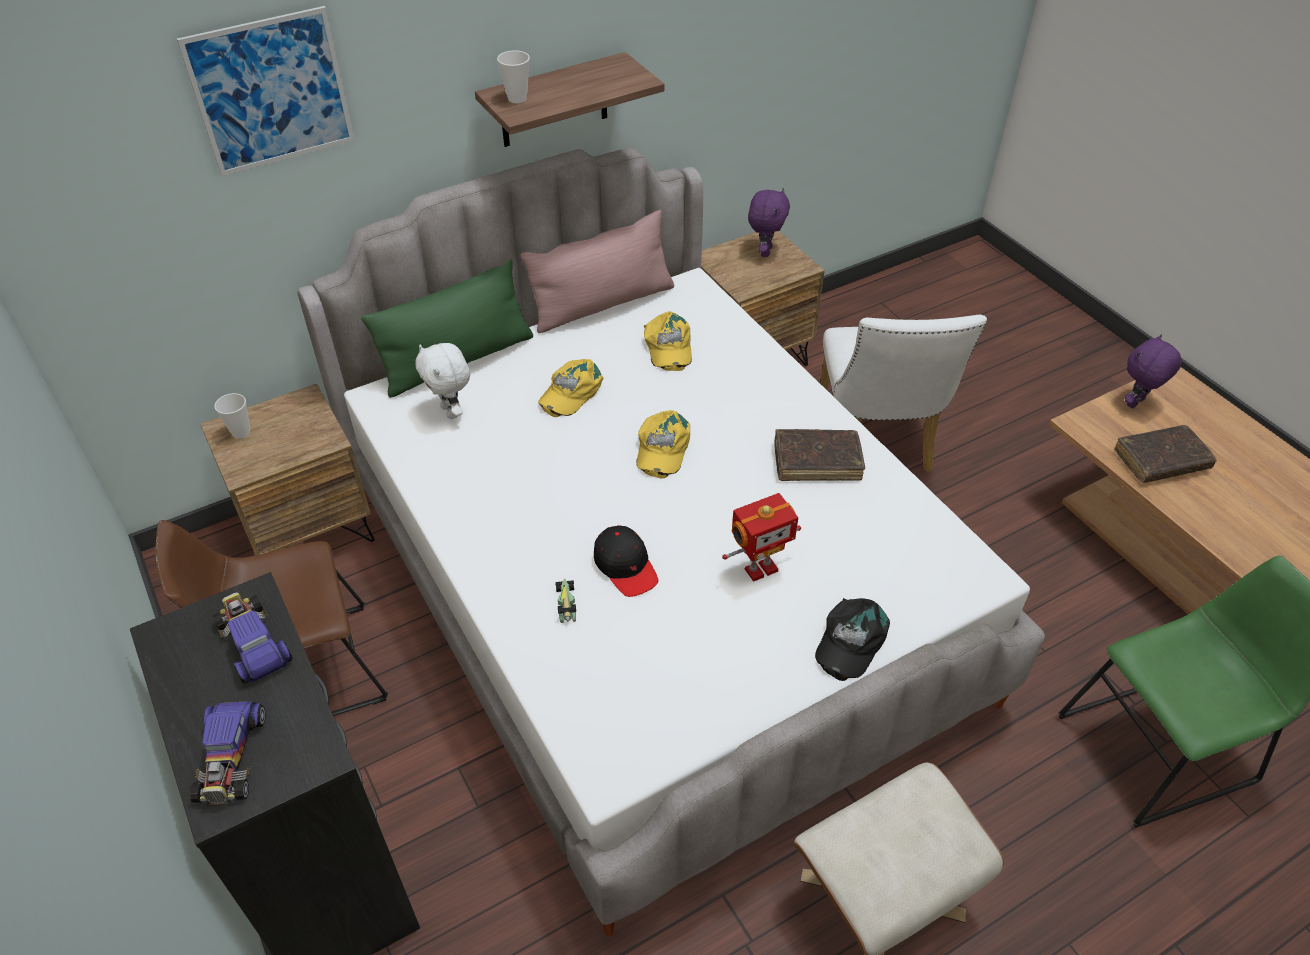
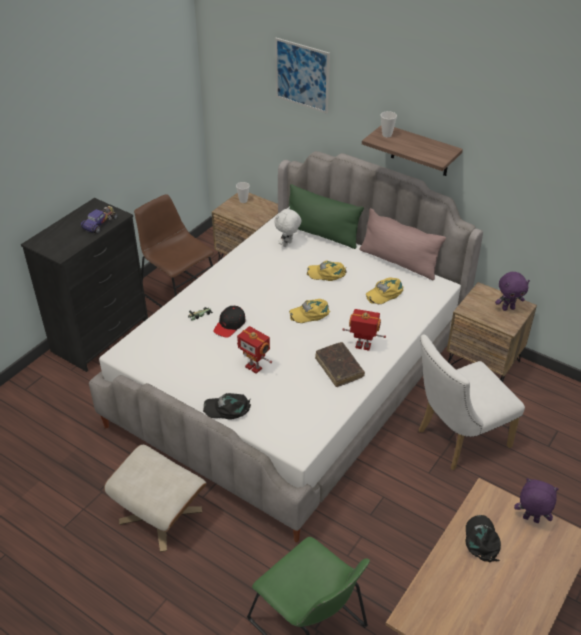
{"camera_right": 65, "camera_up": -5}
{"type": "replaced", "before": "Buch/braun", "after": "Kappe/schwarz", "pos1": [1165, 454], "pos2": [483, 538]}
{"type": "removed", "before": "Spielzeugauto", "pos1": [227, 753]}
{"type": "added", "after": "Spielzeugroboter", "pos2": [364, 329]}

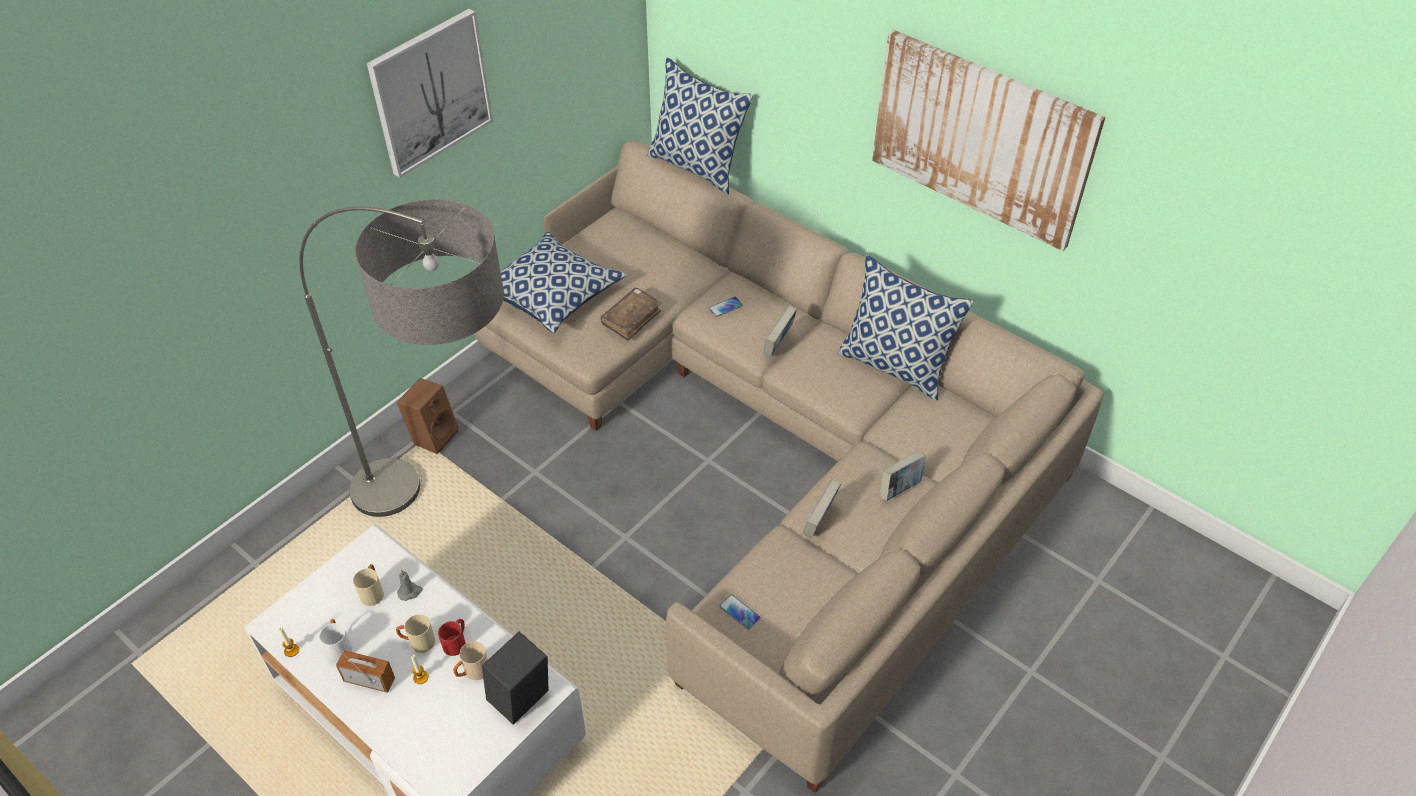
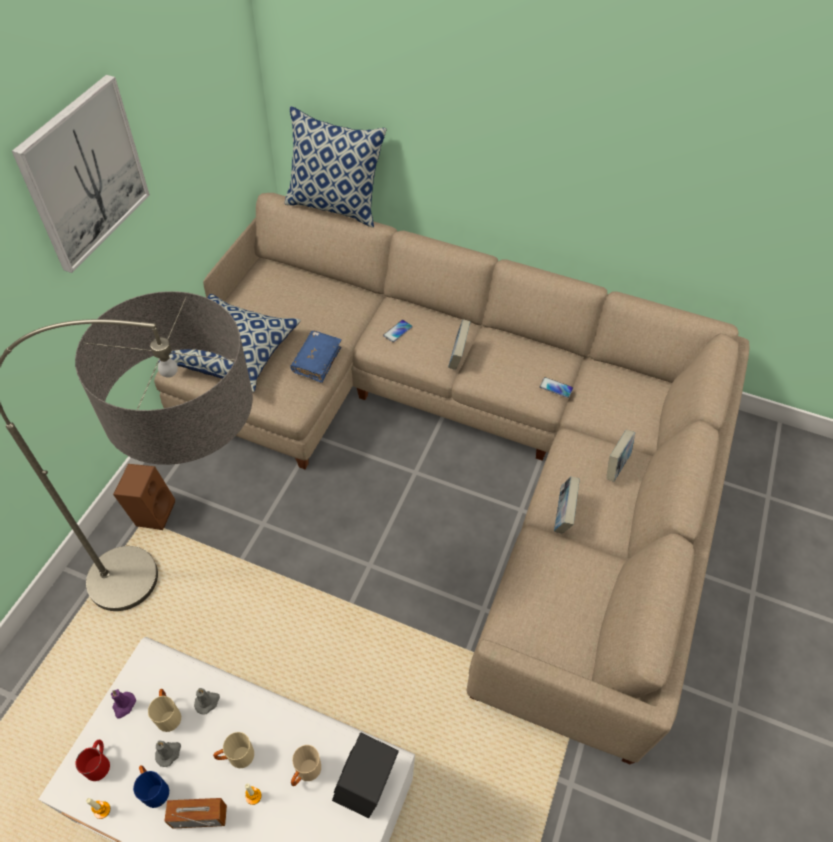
{"camera_right": -20, "camera_up": 5}
{"type": "removed", "before": "Bild", "pos1": [989, 140]}
{"type": "removed", "before": "Kissen", "pos1": [906, 328]}
{"type": "recoloured", "before": "Buch/braun", "after": "Buch/blau", "pos1": [631, 314], "pos2": [315, 357]}
{"type": "moved", "before": "Handy", "pos1": [740, 612], "pos2": [556, 387]}
{"type": "recoloured", "before": "Henkelbecher/weiß", "after": "Henkelbecher/blau", "pos1": [335, 640], "pos2": [151, 786]}
{"type": "moved", "before": "Henkelbecher/rot", "pos1": [452, 637], "pos2": [92, 760]}
{"type": "added", "after": "Kerze/lila", "pos2": [123, 703]}
{"type": "added", "after": "Kerze/grau", "pos2": [168, 754]}

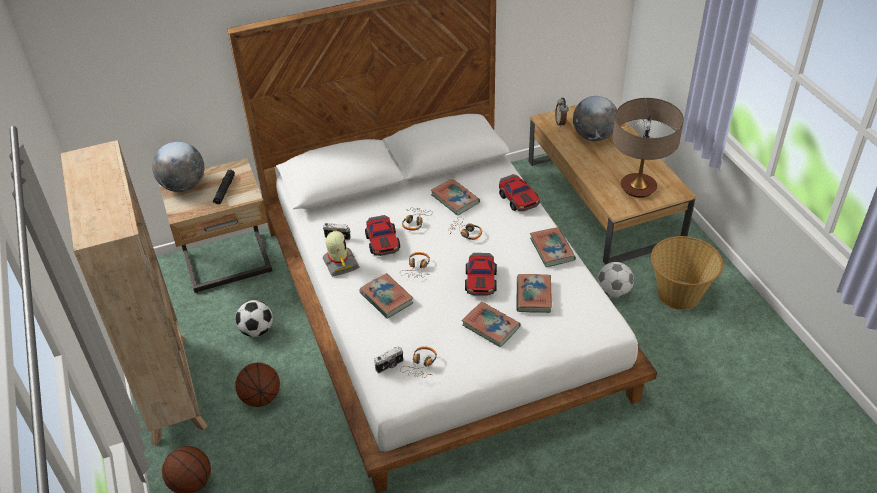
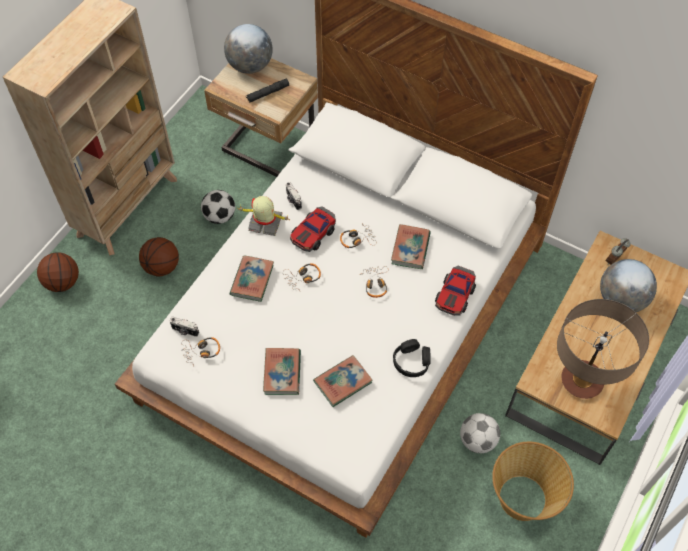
{"camera_right": 50, "camera_up": 15}
{"type": "replaced", "before": "Buch", "after": "Kopfhörer/schwarz", "pos1": [553, 247], "pos2": [412, 358]}
{"type": "turned", "before": "Spielzeugroboter", "pos1": [341, 254], "pos2": [263, 216], "turn": -105}
{"type": "removed", "before": "Spielzeugauto", "pos1": [481, 274]}

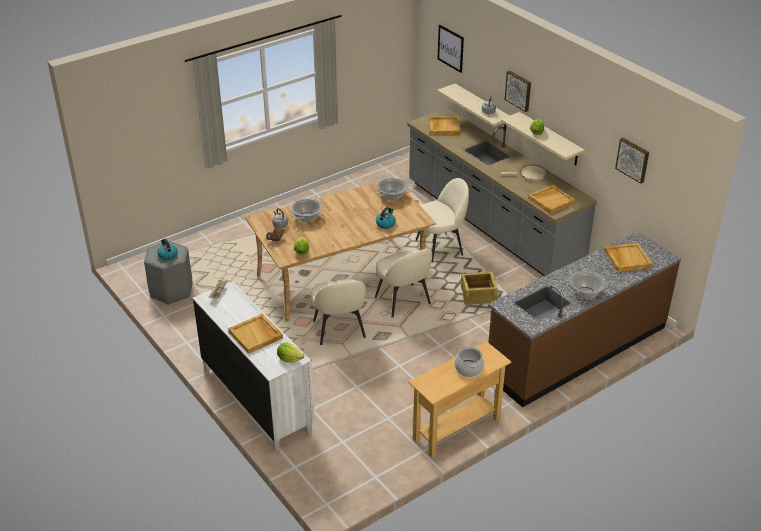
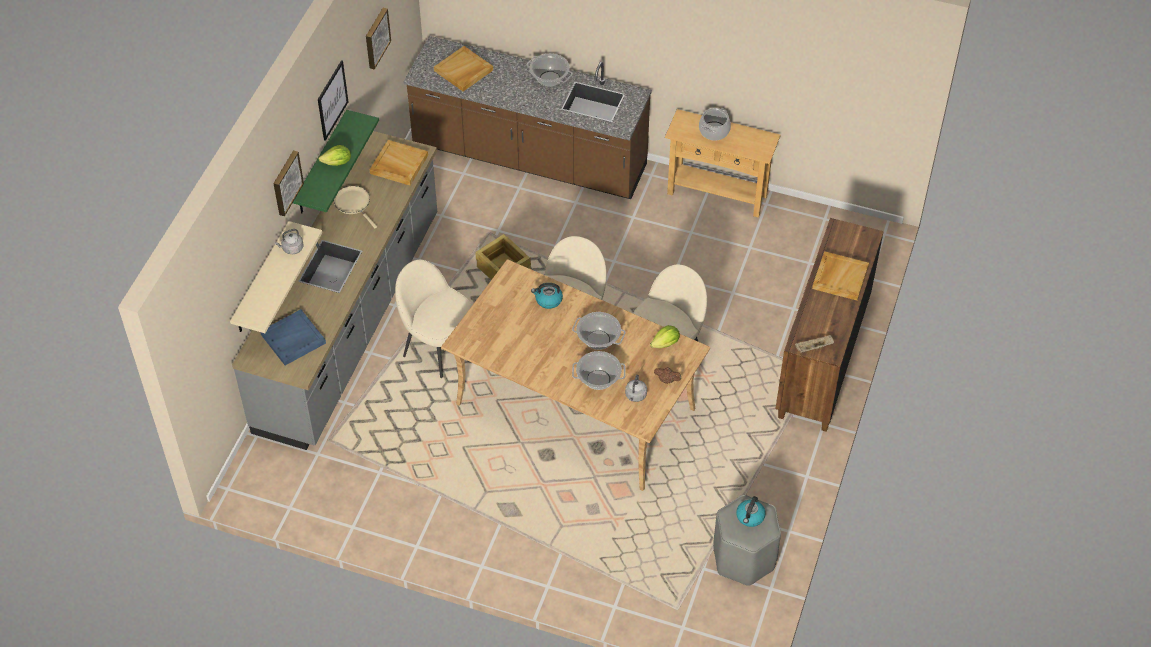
{"camera_right": -125, "camera_up": 15}
{"type": "moved", "before": "Bild", "pos1": [451, 49], "pos2": [333, 100]}
{"type": "recoloured", "before": "Wandregal/beige", "after": "Wandregal/grün", "pos1": [543, 139], "pos2": [336, 161]}
{"type": "recoloured", "before": "Tablett/beige", "after": "Tablett/blau", "pos1": [445, 125], "pos2": [293, 337]}
{"type": "moved", "before": "Kochtopf", "pos1": [392, 189], "pos2": [599, 331]}
{"type": "recoloured", "before": "Kommode/weiß", "after": "Kommode/braun", "pos1": [254, 366], "pos2": [829, 325]}
{"type": "removed", "before": "Salatkopf", "pos1": [290, 352]}

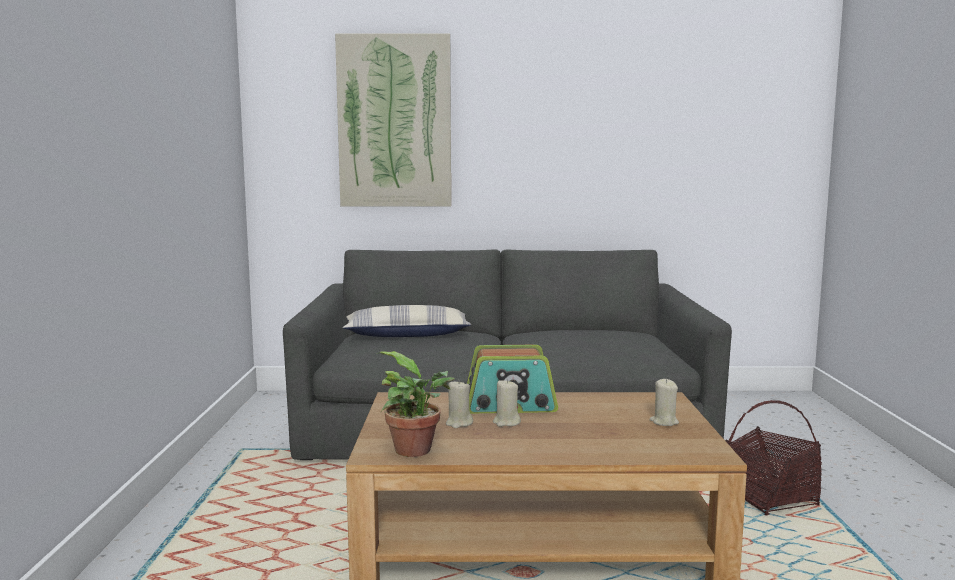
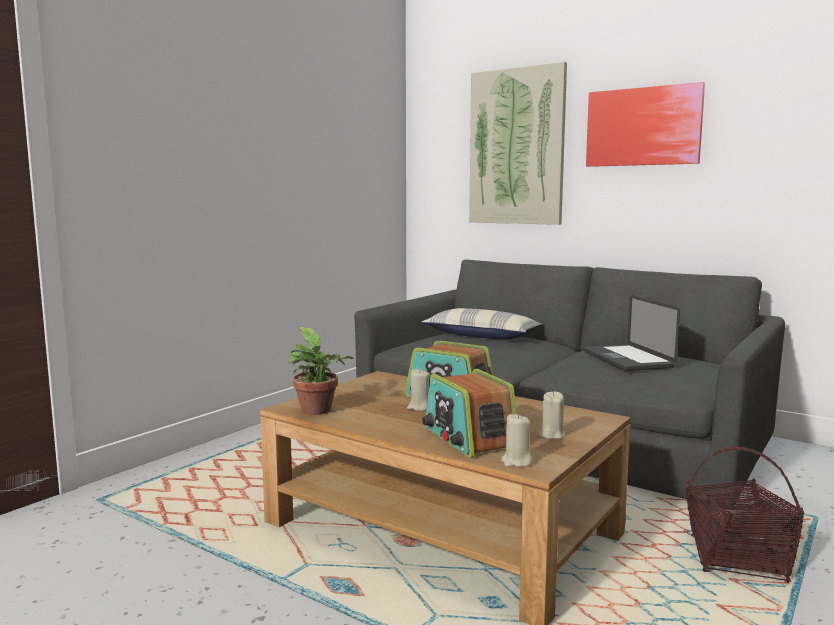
{"camera_right": 35, "camera_up": 0}
{"type": "moved", "before": "Kerze/beige", "pos1": [459, 404], "pos2": [517, 440]}
{"type": "added", "after": "Bild", "pos2": [645, 124]}
{"type": "added", "after": "Laptop", "pos2": [631, 333]}
{"type": "added", "after": "Radio", "pos2": [469, 413]}

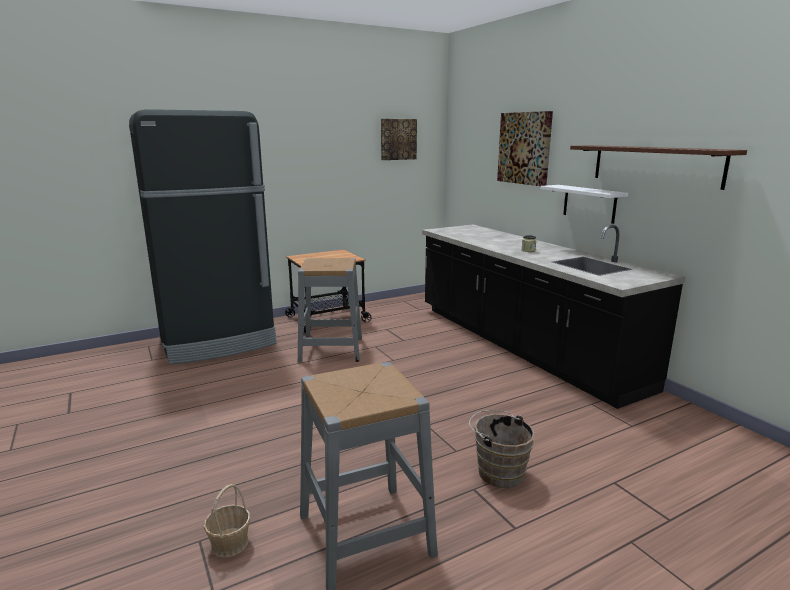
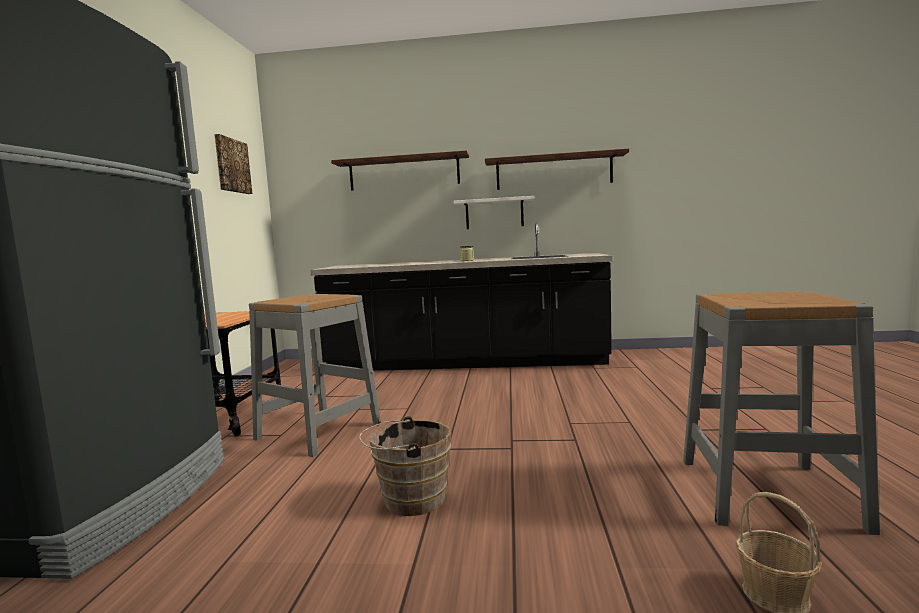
{"camera_right": -55, "camera_up": -10}
{"type": "replaced", "before": "Bild", "after": "Wandregal", "pos1": [525, 148], "pos2": [400, 170]}
{"type": "moved", "before": "Eimer/braun", "pos1": [502, 449], "pos2": [405, 466]}

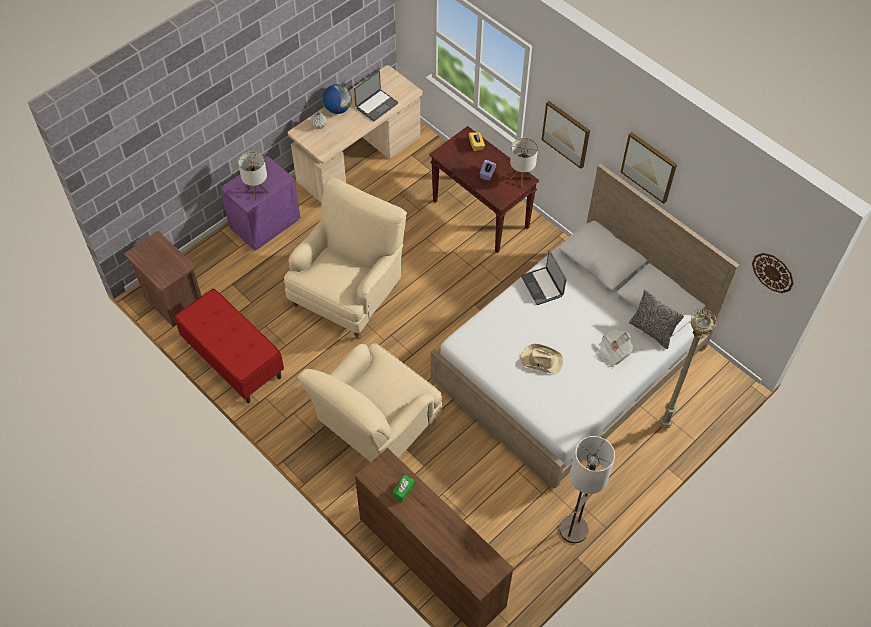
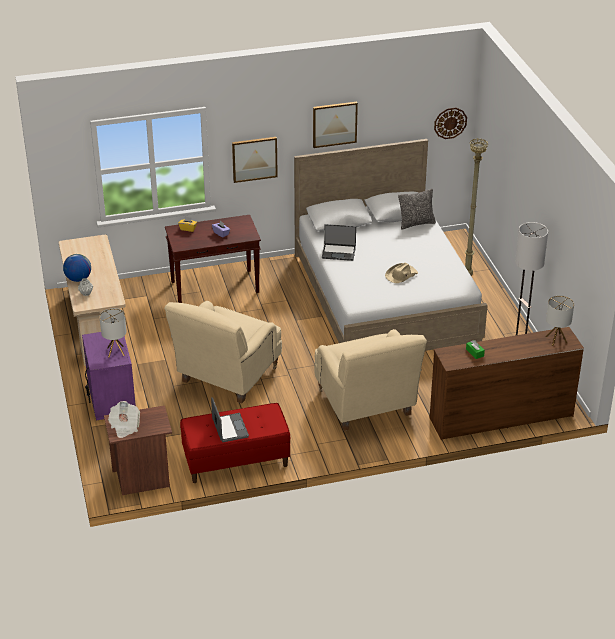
{"camera_right": -60, "camera_up": -20}
{"type": "moved", "before": "Laptop", "pos1": [376, 96], "pos2": [230, 419]}
{"type": "moved", "before": "Tischlampe", "pos1": [524, 163], "pos2": [559, 320]}
{"type": "turned", "before": "Sessel/beige", "pos1": [345, 258], "pos2": [223, 352], "turn": -120}
{"type": "moved", "before": "Zeitung", "pos1": [614, 348], "pos2": [124, 419]}

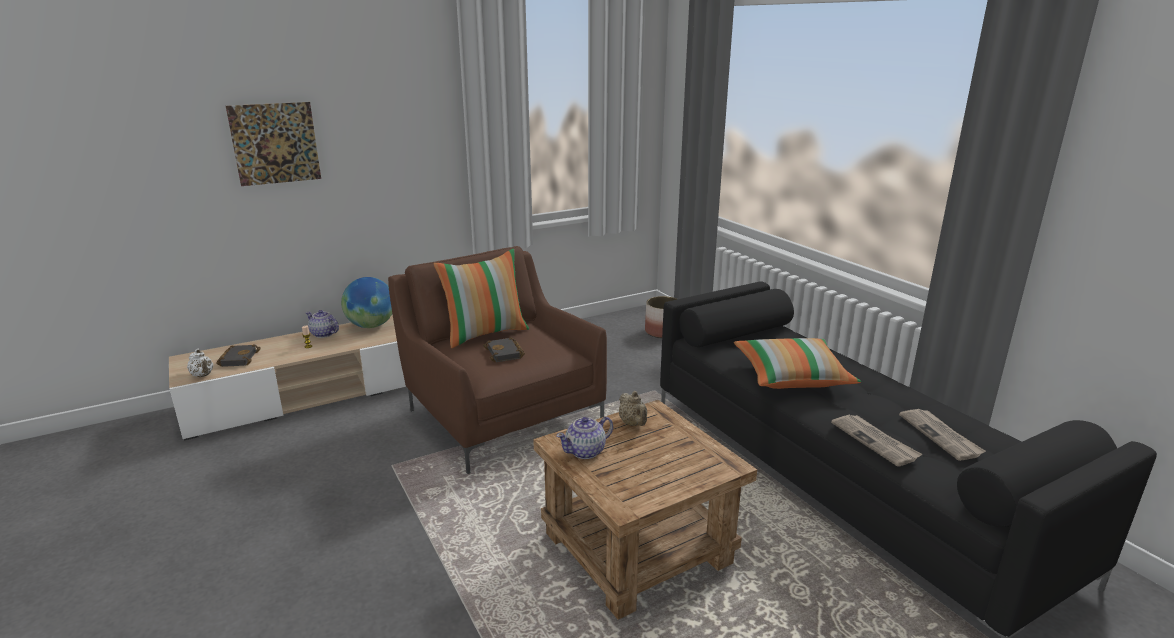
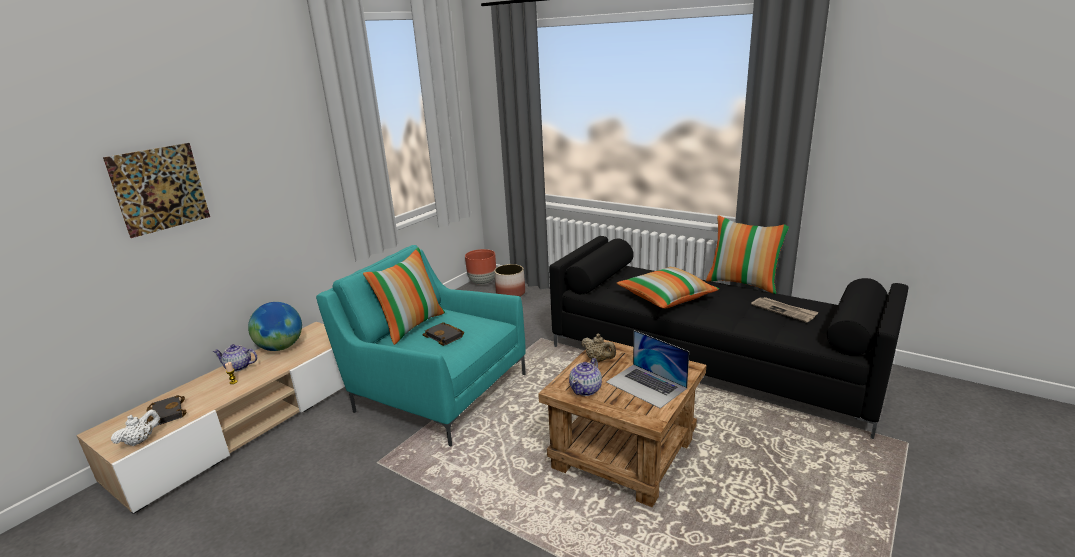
{"camera_right": -25, "camera_up": 0}
{"type": "recoloured", "before": "Sessel/braun", "after": "Sessel/türkis", "pos1": [497, 360], "pos2": [421, 345]}
{"type": "turned", "before": "Teekanne/weiß", "pos1": [200, 363], "pos2": [136, 427], "turn": -75}
{"type": "removed", "before": "Zeitung", "pos1": [876, 441]}
{"type": "added", "after": "Kissen", "pos2": [747, 254]}
{"type": "added", "after": "Pflanzkübel/braun", "pos2": [480, 267]}
{"type": "added", "after": "Laptop", "pos2": [647, 369]}

